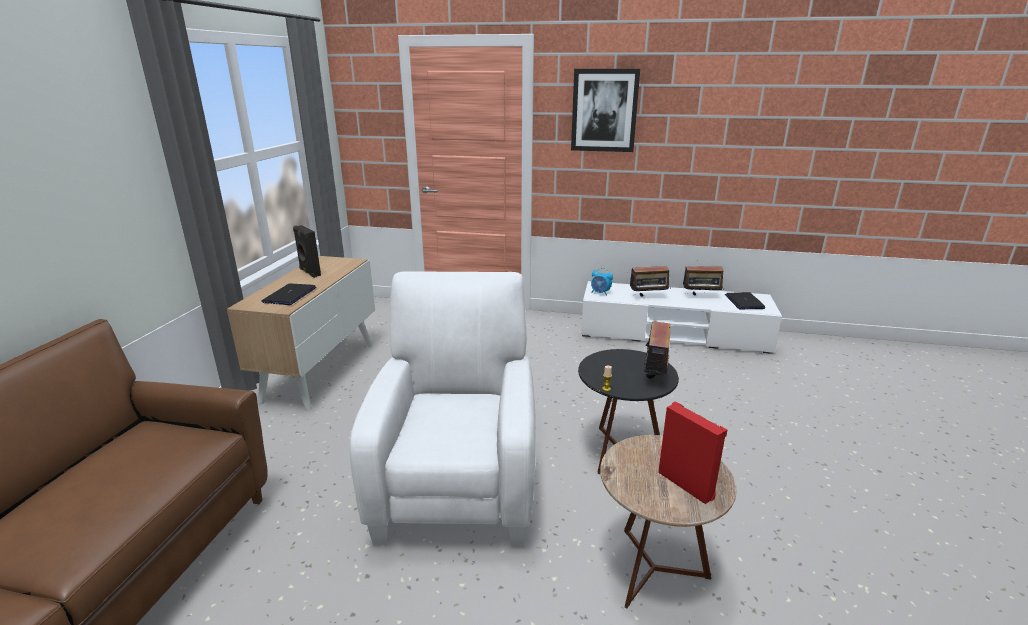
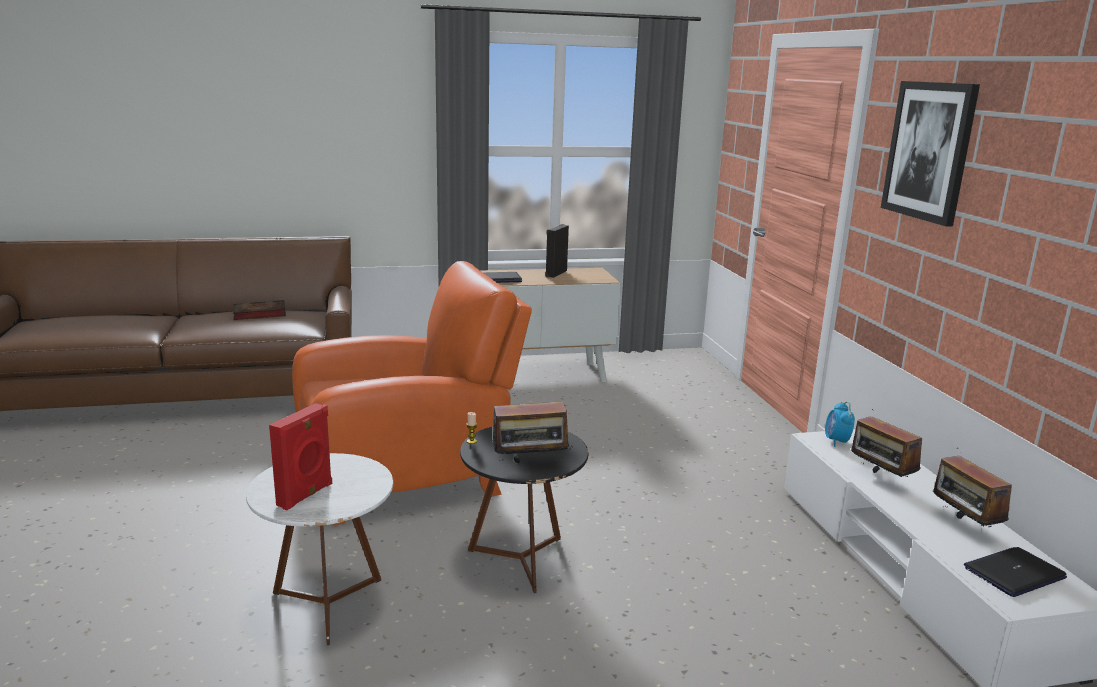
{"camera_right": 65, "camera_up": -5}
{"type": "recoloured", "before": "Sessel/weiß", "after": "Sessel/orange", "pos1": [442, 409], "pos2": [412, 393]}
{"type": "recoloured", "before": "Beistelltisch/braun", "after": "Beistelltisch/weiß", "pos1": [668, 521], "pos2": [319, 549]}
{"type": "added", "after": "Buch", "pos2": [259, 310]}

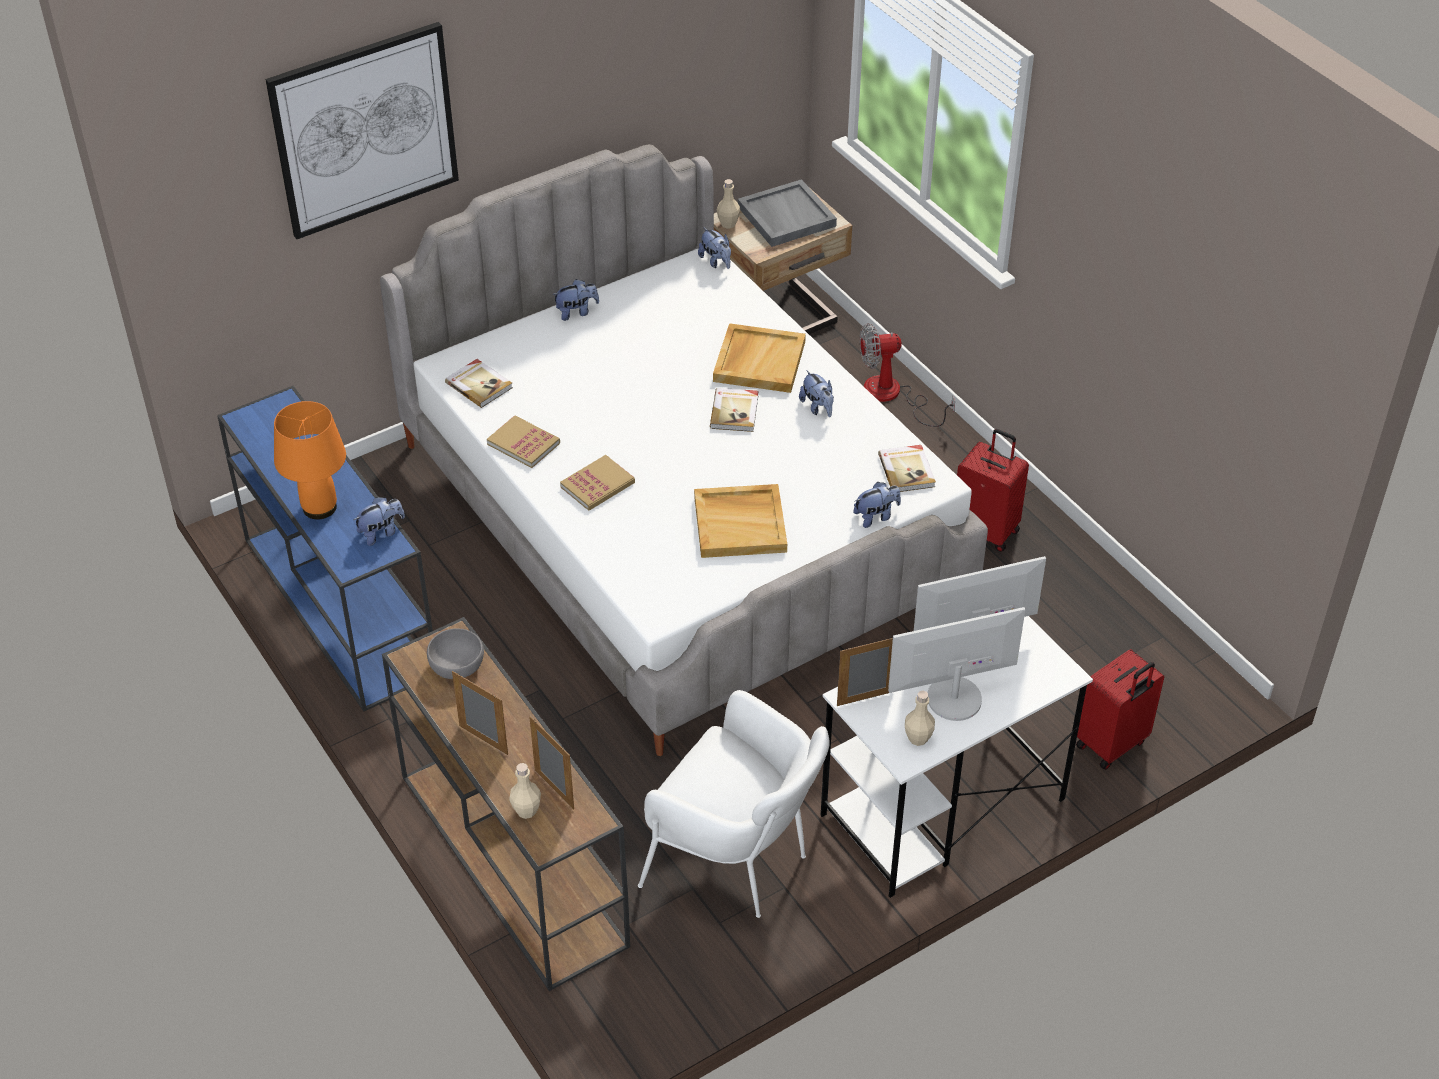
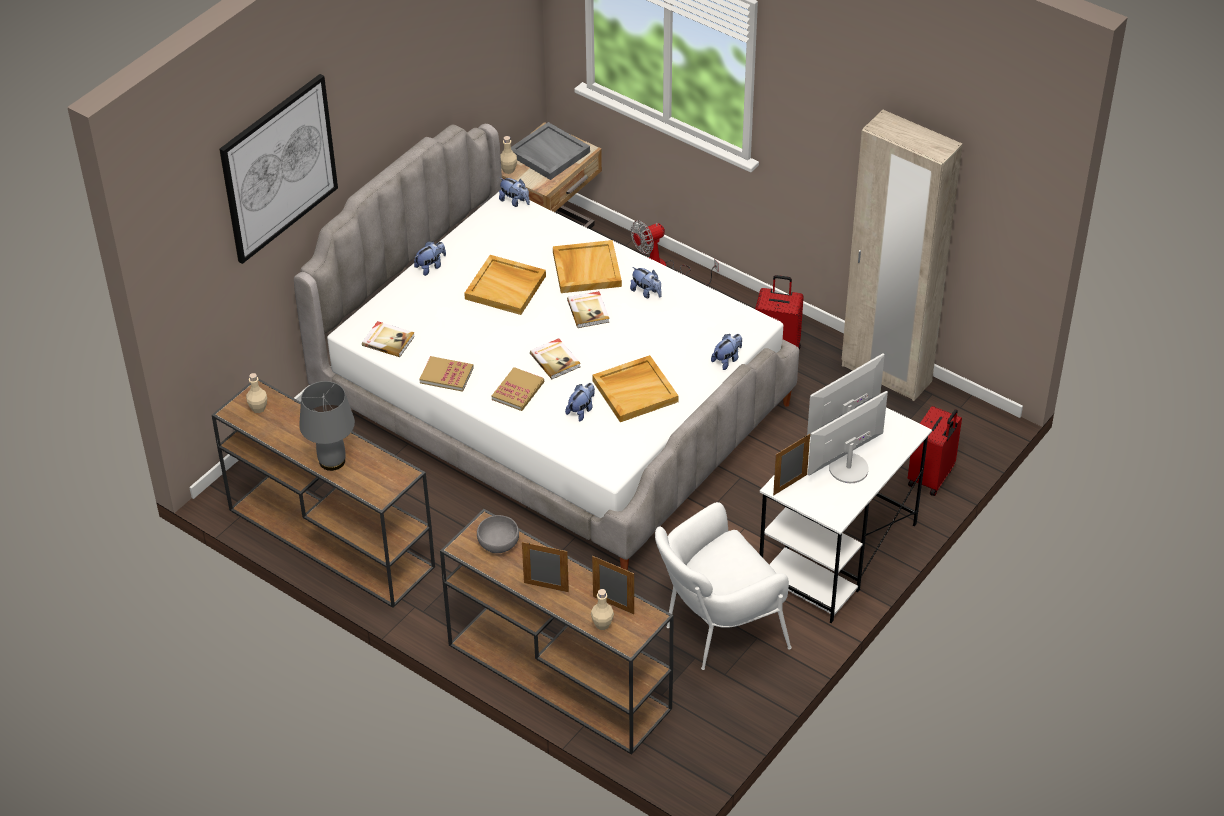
{"camera_right": -20, "camera_up": 0}
{"type": "recoloured", "before": "Konsolentisch/blau", "after": "Konsolentisch/braun", "pos1": [325, 549], "pos2": [323, 493]}
{"type": "recoloured", "before": "Tischlampe/orange", "after": "Tischlampe/grau", "pos1": [310, 460], "pos2": [327, 426]}
{"type": "moved", "before": "Buch", "pos1": [907, 468], "pos2": [555, 358]}
{"type": "moved", "before": "Plüschtier", "pos1": [379, 521], "pos2": [580, 402]}
{"type": "turned", "before": "Sessel/weiß", "pos1": [734, 804], "pos2": [723, 586], "turn": 135}
{"type": "moved", "before": "Flasche/beige", "pos1": [920, 718], "pos2": [256, 393]}
{"type": "added", "after": "Kleiderschrank/beige", "pos2": [902, 255]}
{"type": "added", "after": "Tablett/beige", "pos2": [505, 285]}

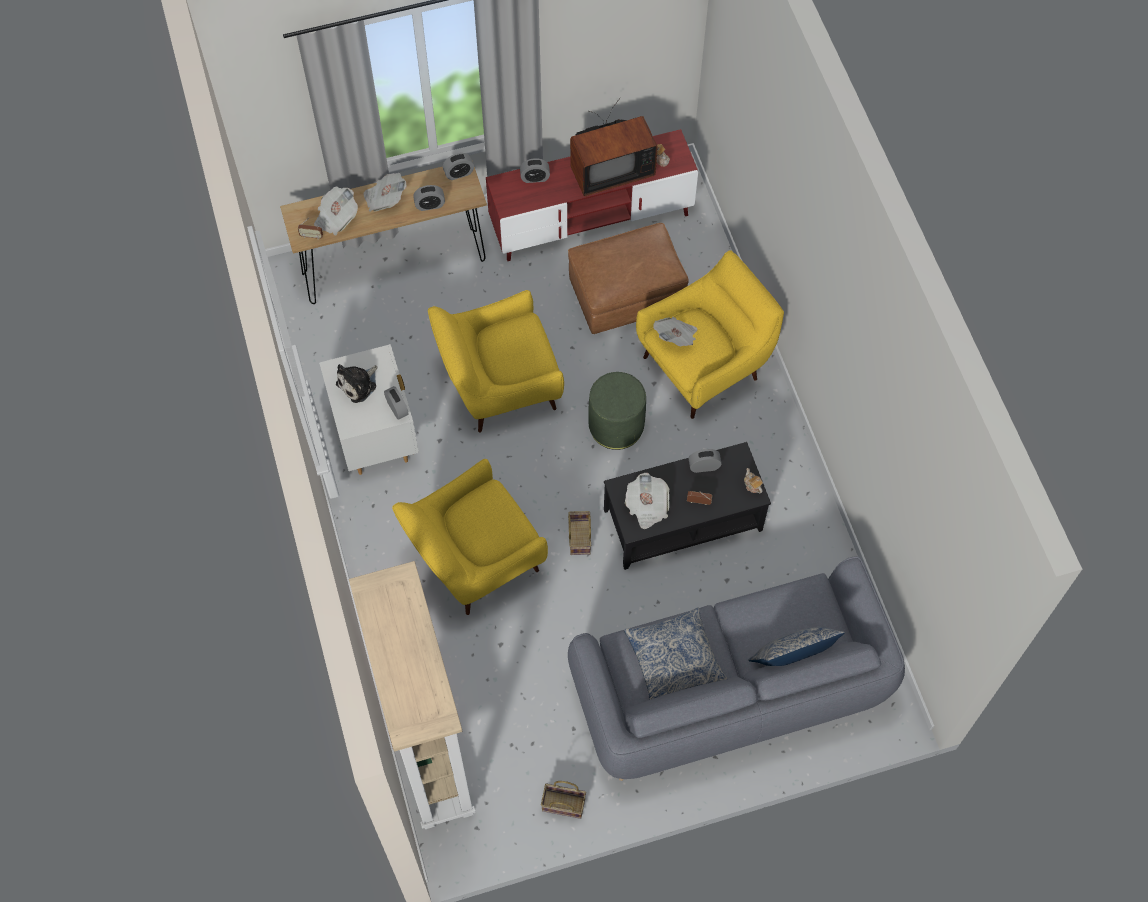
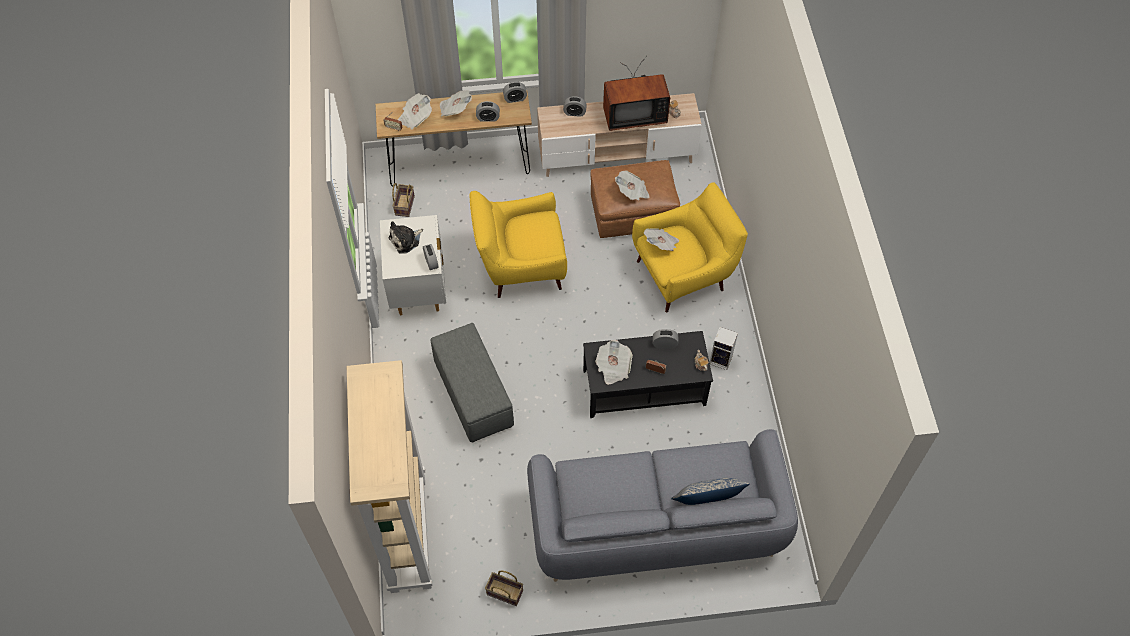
{"camera_right": 10, "camera_up": -5}
{"type": "recoloured", "before": "Fernsehschrank/rot", "after": "Fernsehschrank/beige", "pos1": [592, 195], "pos2": [619, 135]}
{"type": "removed", "before": "Polsterhocker/grün", "pos1": [617, 411]}
{"type": "replaced", "before": "Sessel/gelb", "after": "Polsterhocker/grau", "pos1": [470, 537], "pos2": [472, 382]}
{"type": "moved", "before": "Korb", "pos1": [579, 533], "pos2": [403, 200]}
{"type": "removed", "before": "Kissen", "pos1": [675, 653]}
{"type": "added", "after": "Zeitung", "pos2": [632, 185]}
{"type": "added", "after": "Lautsprecher", "pos2": [724, 348]}

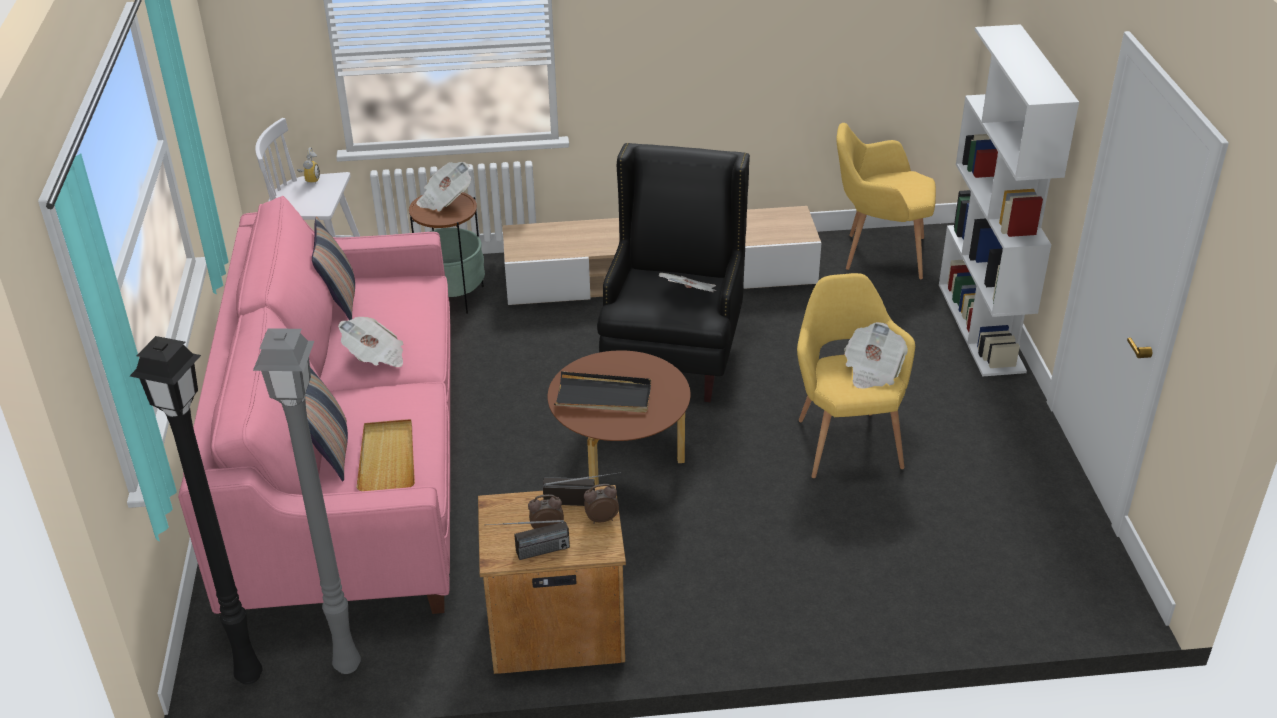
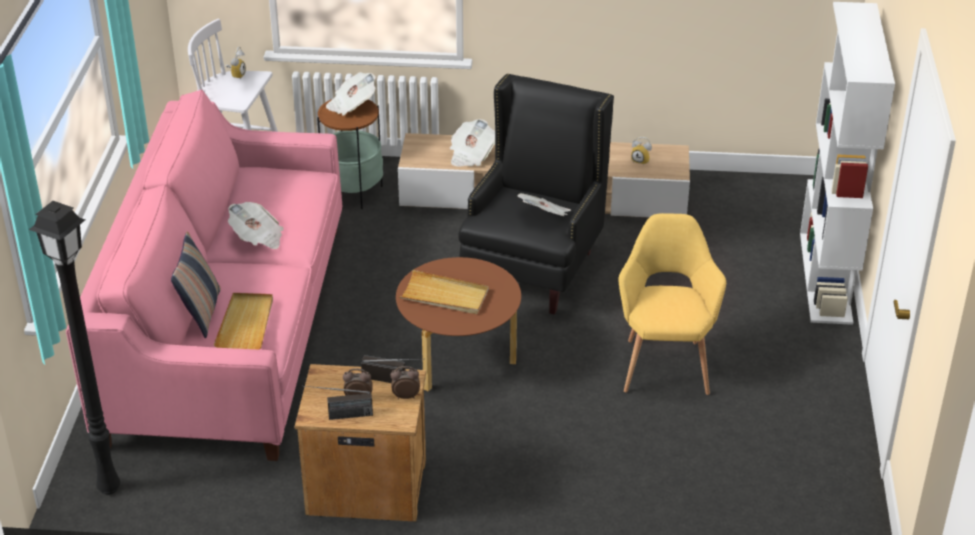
{"camera_right": 10, "camera_up": 0}
{"type": "removed", "before": "Sessel/gelb", "pos1": [886, 201]}
{"type": "removed", "before": "Kissen", "pos1": [333, 268]}
{"type": "moved", "before": "Zeitung", "pos1": [876, 355], "pos2": [472, 143]}
{"type": "removed", "before": "Stehlampe/grau", "pos1": [307, 501]}
{"type": "recoloured", "before": "Tablett/schwarz", "after": "Tablett/beige", "pos1": [602, 392], "pos2": [444, 292]}
{"type": "added", "after": "Wecker", "pos2": [641, 150]}

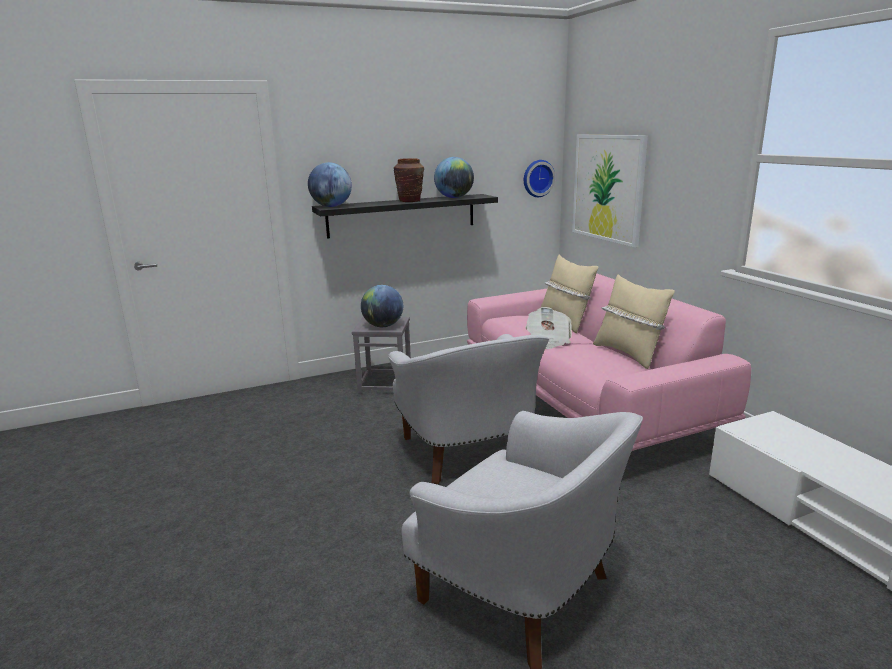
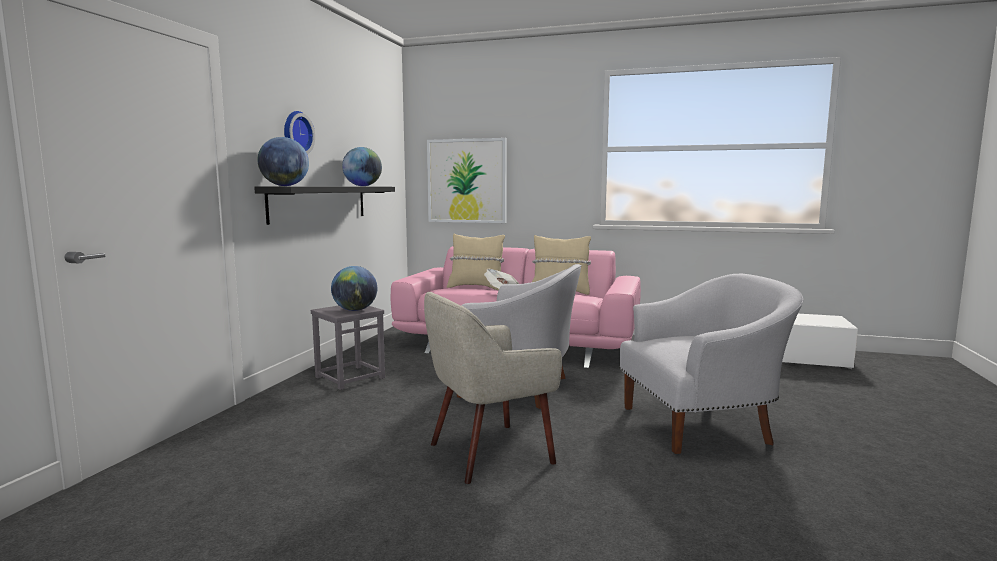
{"camera_right": -50, "camera_up": -10}
{"type": "removed", "before": "Vase/braun", "pos1": [409, 180]}
{"type": "moved", "before": "Wanduhr", "pos1": [540, 178], "pos2": [299, 132]}
{"type": "added", "after": "Sessel/beige", "pos2": [493, 388]}

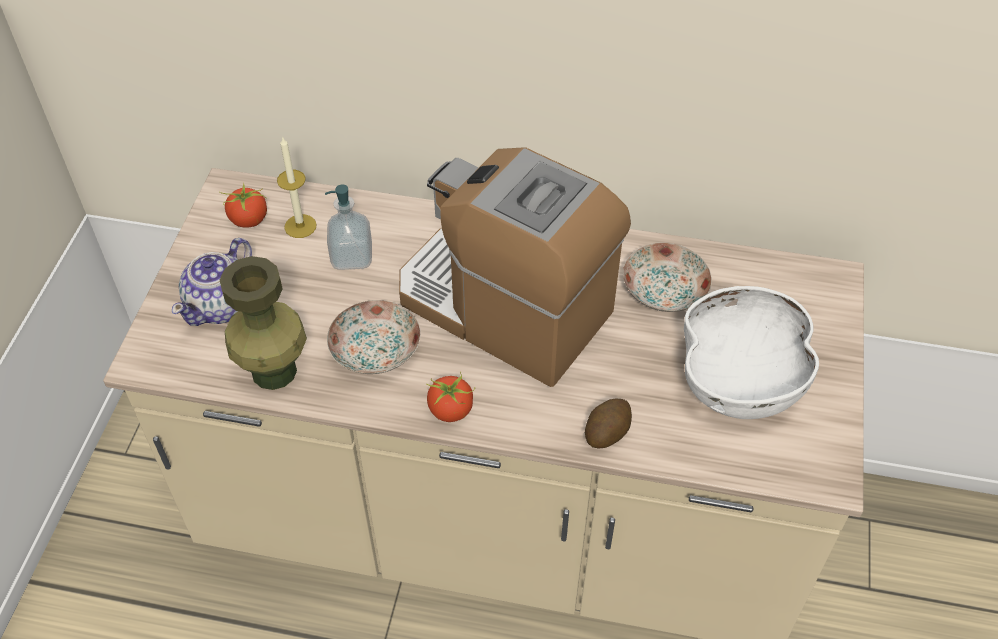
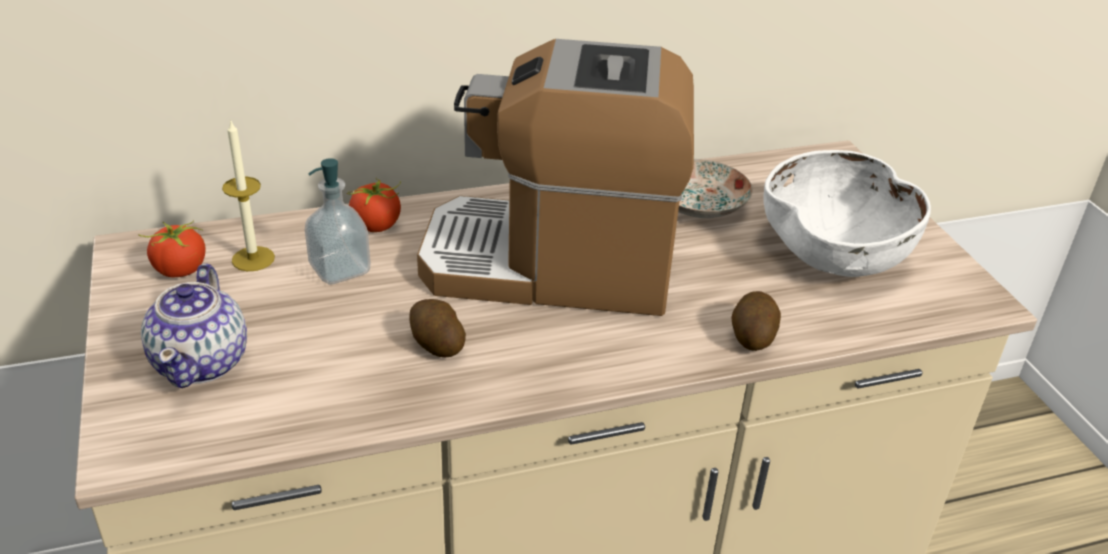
{"camera_right": -30, "camera_up": -15}
{"type": "removed", "before": "Vase/grün", "pos1": [263, 323]}
{"type": "replaced", "before": "Teller", "after": "Kartoffel", "pos1": [374, 337], "pos2": [437, 328]}
{"type": "moved", "before": "Tomate", "pos1": [451, 397], "pos2": [374, 205]}

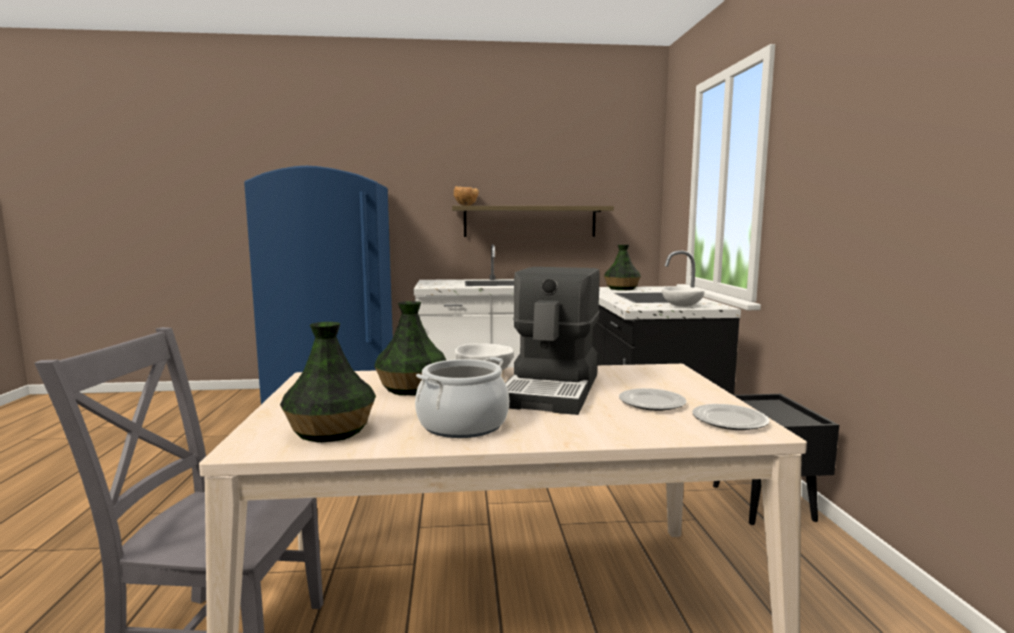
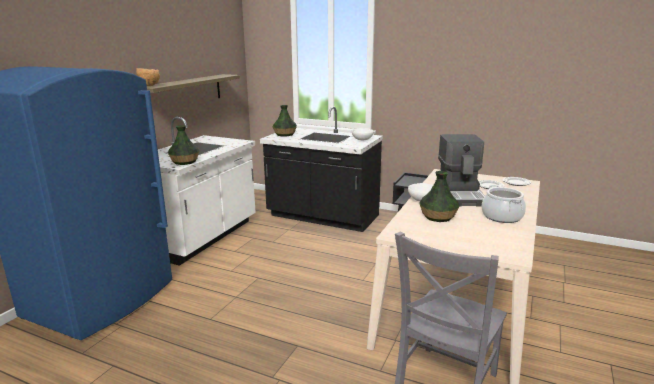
{"camera_right": -60, "camera_up": 10}
{"type": "turned", "before": "Kaffeemaschine", "pos1": [553, 341], "pos2": [461, 170], "turn": 45}
{"type": "moved", "before": "Vase", "pos1": [328, 382], "pos2": [183, 145]}

